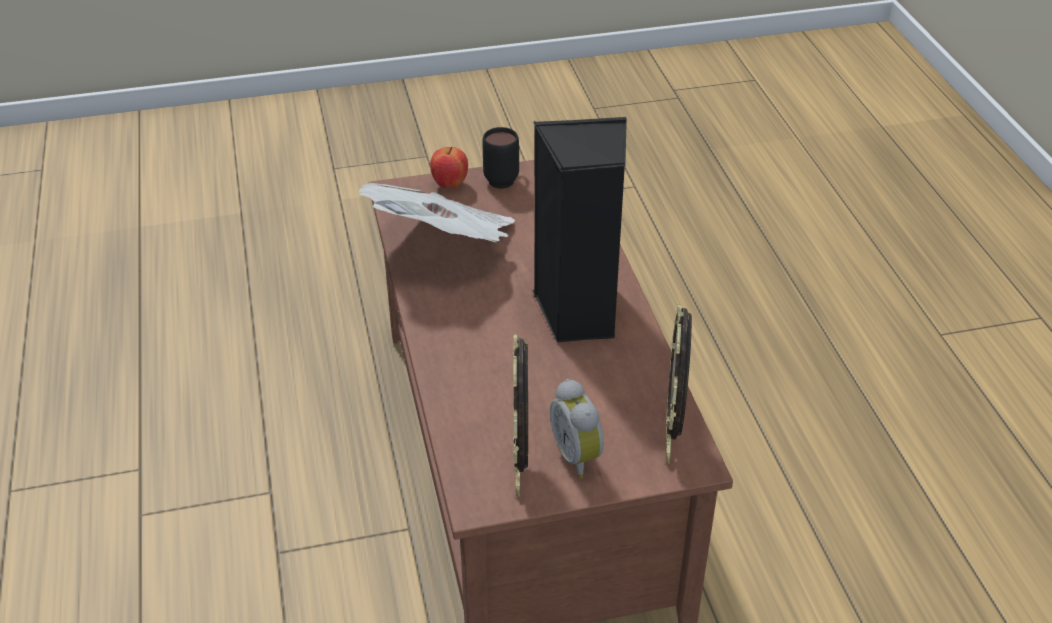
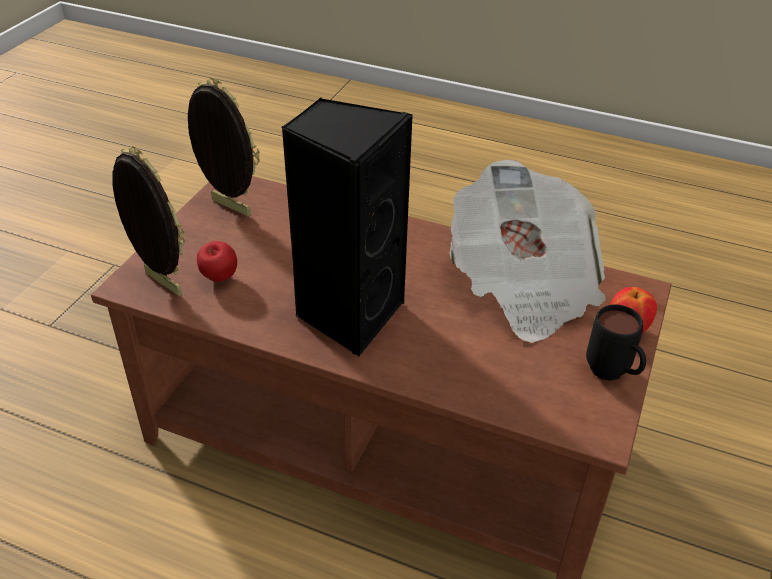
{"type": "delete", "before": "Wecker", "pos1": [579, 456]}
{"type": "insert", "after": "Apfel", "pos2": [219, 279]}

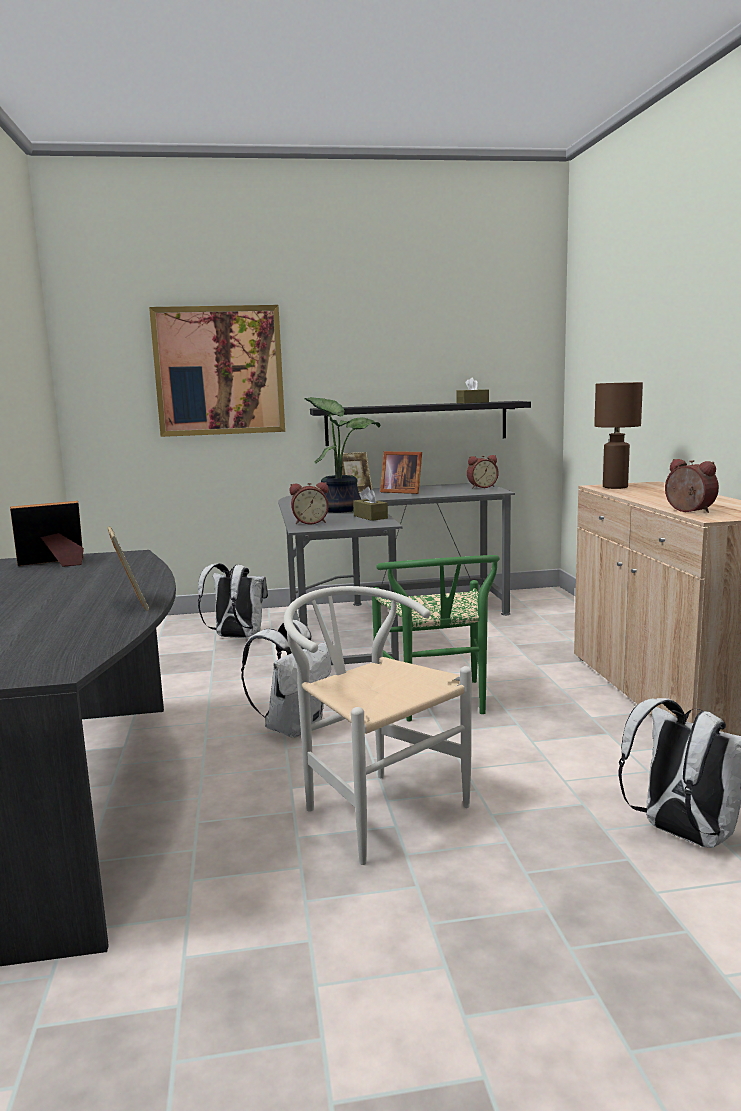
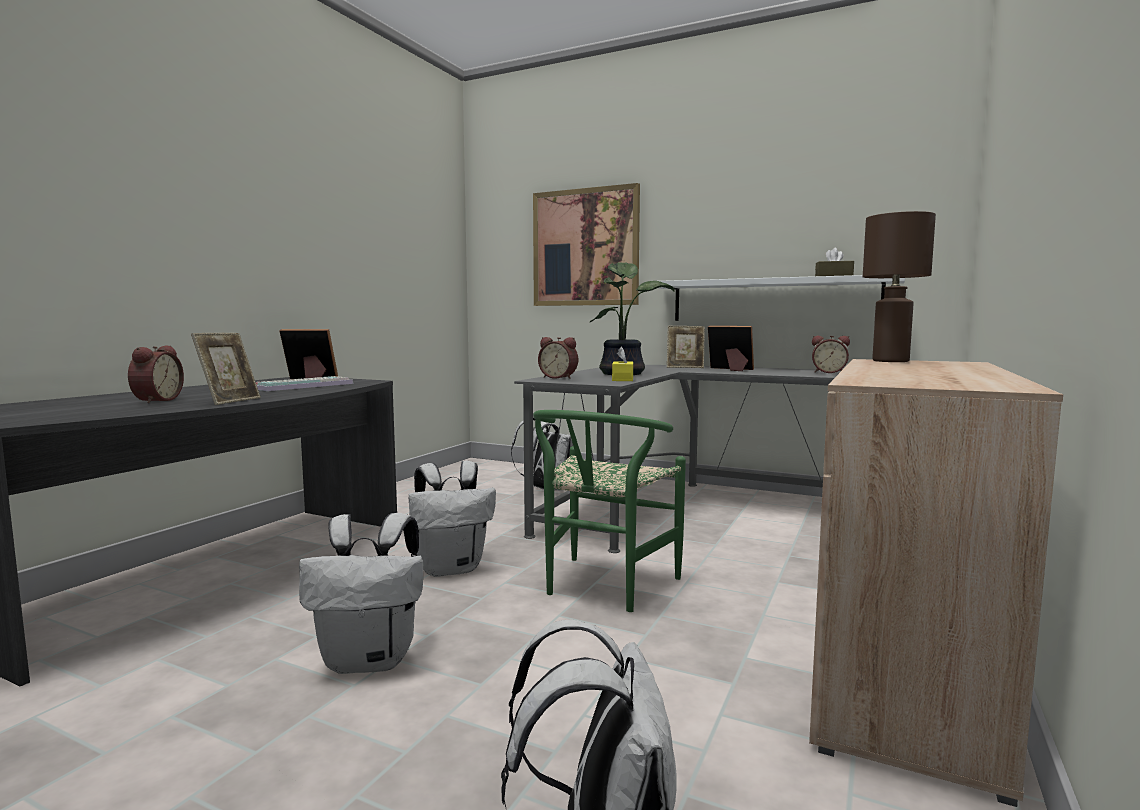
{"type": "insert", "after": "Tastatur", "pos2": [304, 386]}
{"type": "move", "before": "Wecker", "pos1": [688, 511], "pos2": [155, 400]}
{"type": "replace", "before": "Stuhl (weiß)", "after": "Rucksack (weiß)", "pos1": [373, 807], "pos2": [371, 660]}
{"type": "recolor", "before": "Wandregal (schwarz)", "after": "Wandregal (weiß)", "pos1": [416, 423], "pos2": [773, 300]}
{"type": "recolor", "before": "Taschentuchbox (braun)", "after": "Taschentuchbox (gelb)", "pos1": [370, 517], "pos2": [622, 379]}
{"type": "rotate", "before": "Bilderrahmen", "pos1": [401, 492], "pos2": [730, 369], "turn": 150}

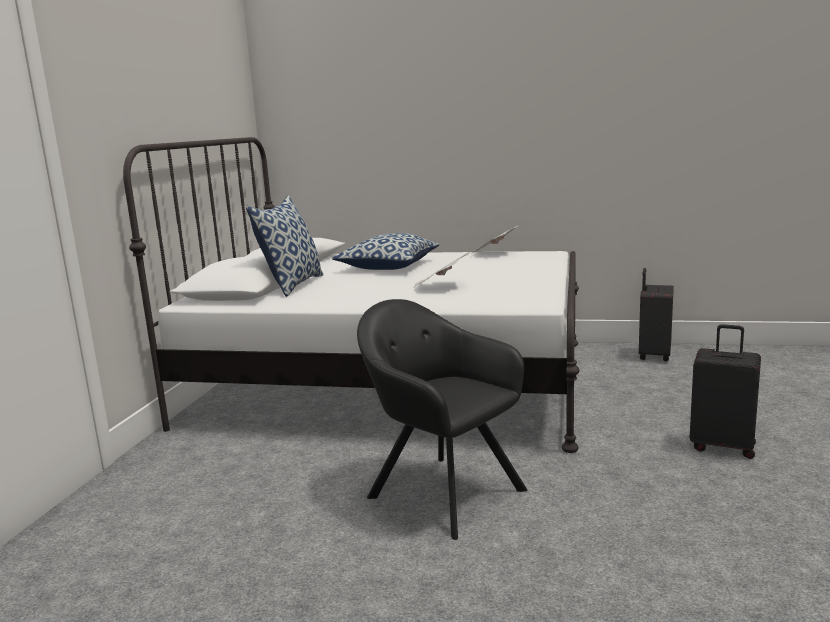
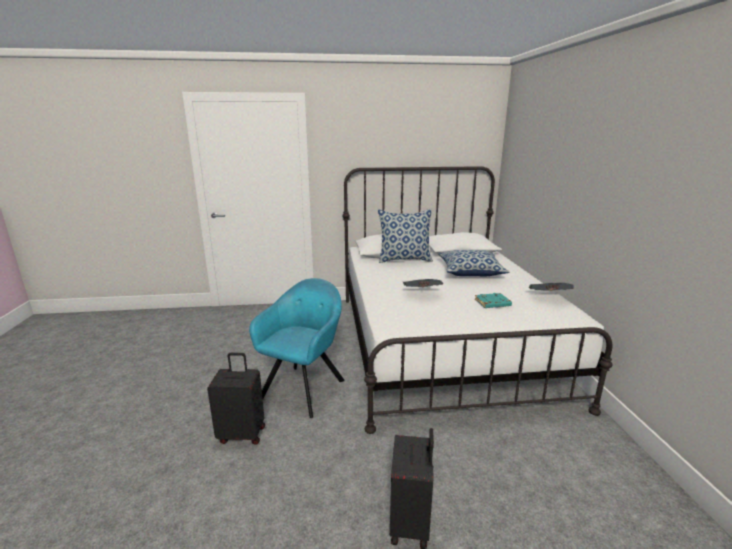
{"type": "insert", "after": "Buch (türkis)", "pos2": [492, 303]}
{"type": "move", "before": "Koffer (schwarz)", "pos1": [653, 355], "pos2": [242, 434]}
{"type": "recolor", "before": "Sessel (schwarz)", "after": "Sessel (türkis)", "pos1": [441, 491], "pos2": [304, 387]}

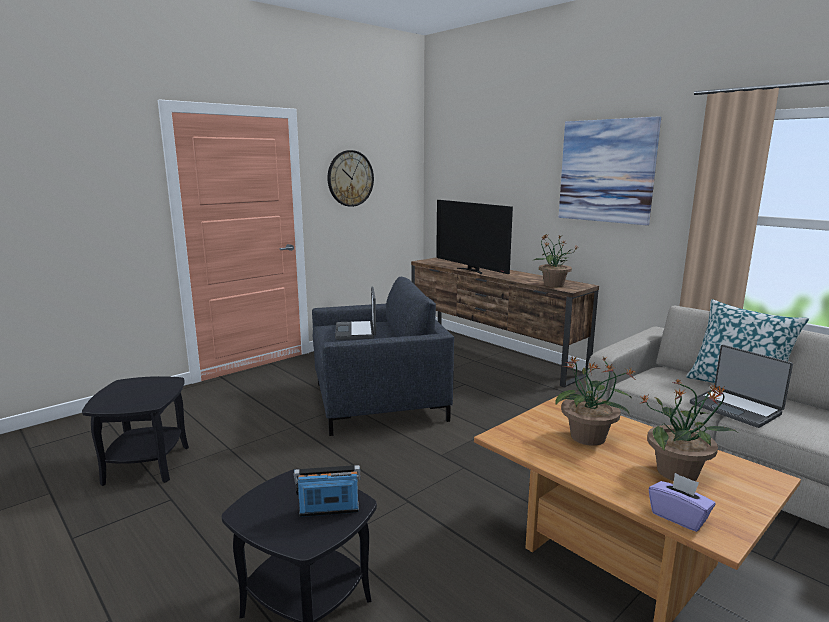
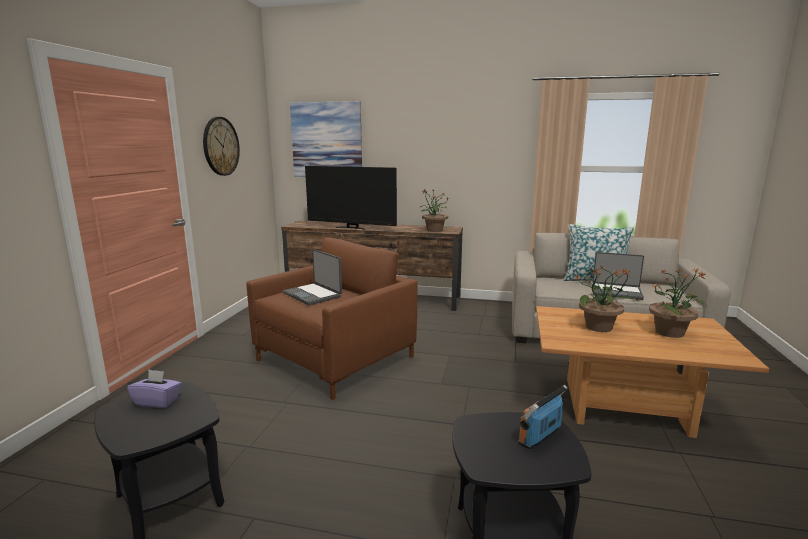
{"type": "move", "before": "Bild", "pos1": [606, 171], "pos2": [326, 140]}
{"type": "move", "before": "Taschentuchbox (lila)", "pos1": [678, 517], "pos2": [157, 401]}
{"type": "recolor", "before": "Sessel (grau)", "after": "Sessel (braun)", "pos1": [379, 402], "pos2": [336, 359]}

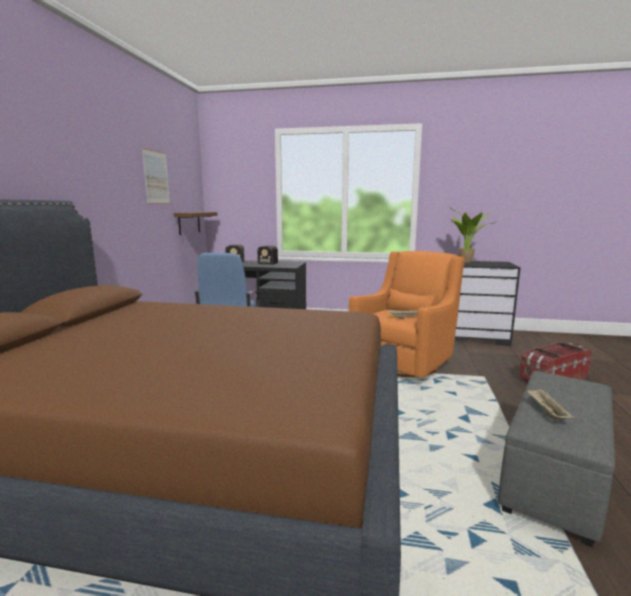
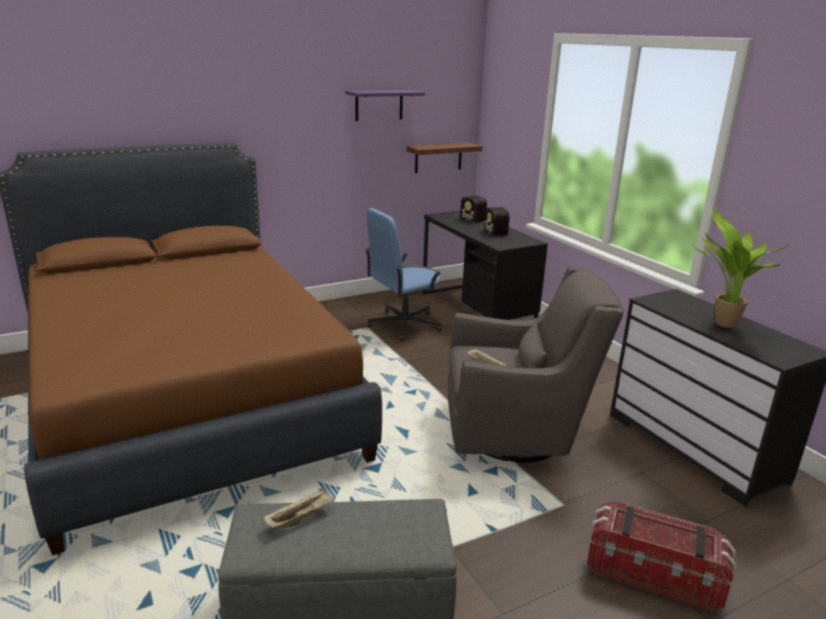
{"type": "replace", "before": "Bild", "after": "Wandregal (lila)", "pos1": [156, 177], "pos2": [379, 105]}
{"type": "recolor", "before": "Sessel (orange)", "after": "Sessel (grau)", "pos1": [405, 363], "pos2": [518, 433]}

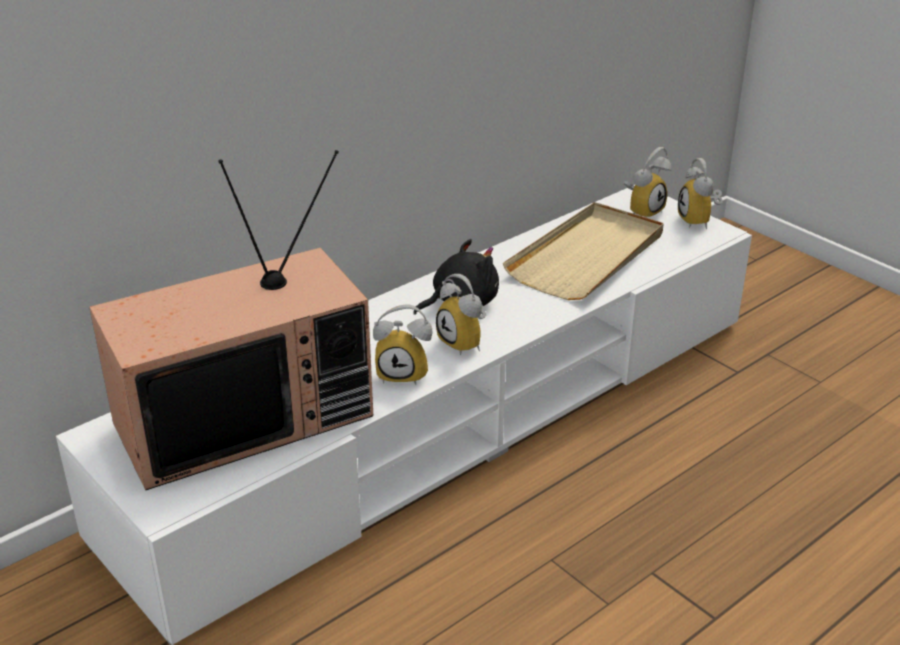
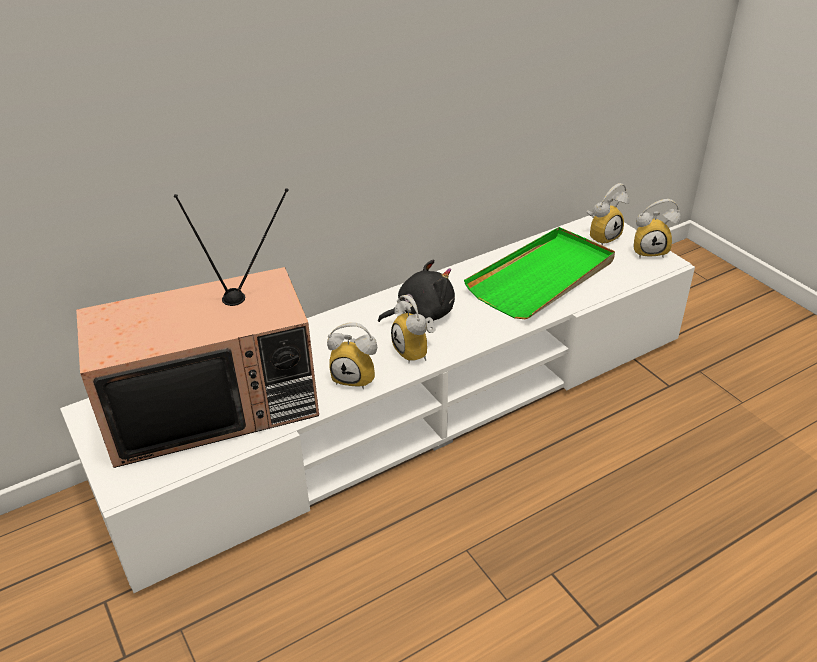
{"type": "recolor", "before": "Tablett (beige)", "after": "Tablett (grün)", "pos1": [588, 256], "pos2": [543, 277]}
{"type": "rotate", "before": "Wecker", "pos1": [699, 221], "pos2": [650, 250], "turn": -90}

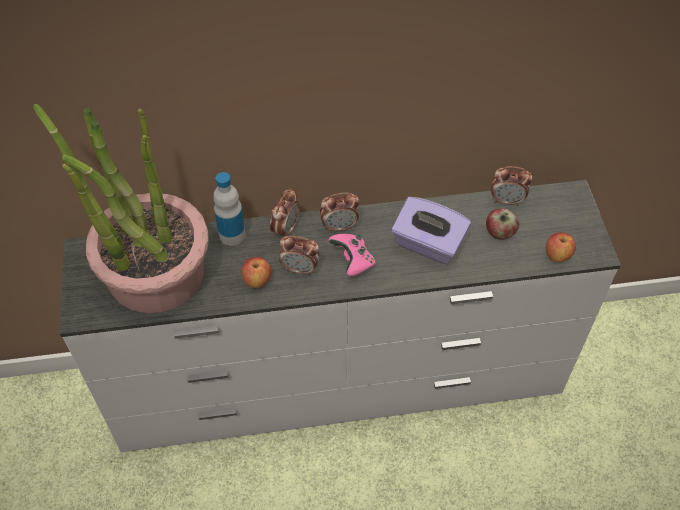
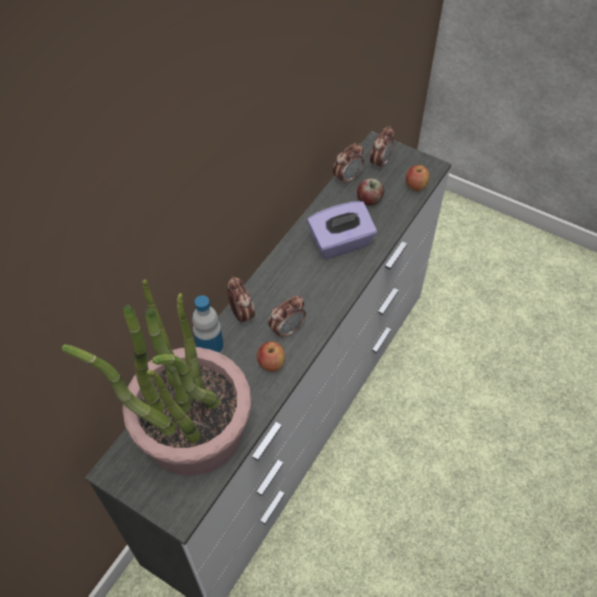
{"type": "delete", "before": "Gamepad (rosa)", "pos1": [353, 261]}
{"type": "move", "before": "Wecker", "pos1": [339, 226], "pos2": [380, 163]}

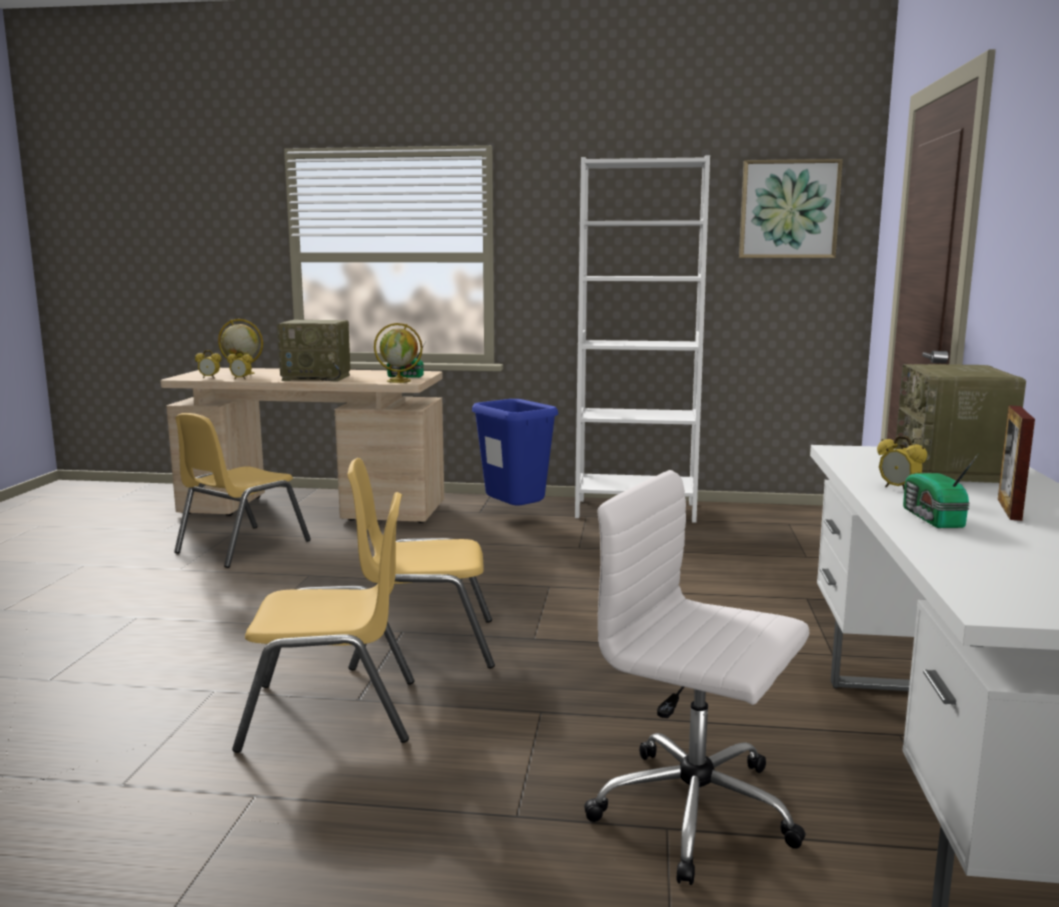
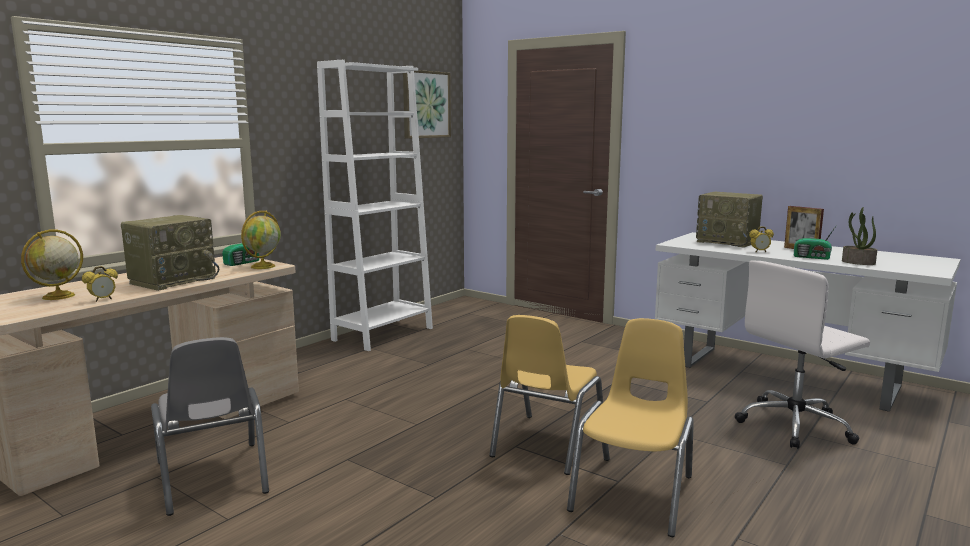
{"type": "delete", "before": "Wecker", "pos1": [209, 378]}
{"type": "delete", "before": "Mülleimer (blau)", "pos1": [515, 517]}
{"type": "insert", "after": "Topfpflanze", "pos2": [857, 262]}
{"type": "recolor", "before": "Stuhl (gelb)", "after": "Stuhl (grau)", "pos1": [242, 547], "pos2": [212, 478]}

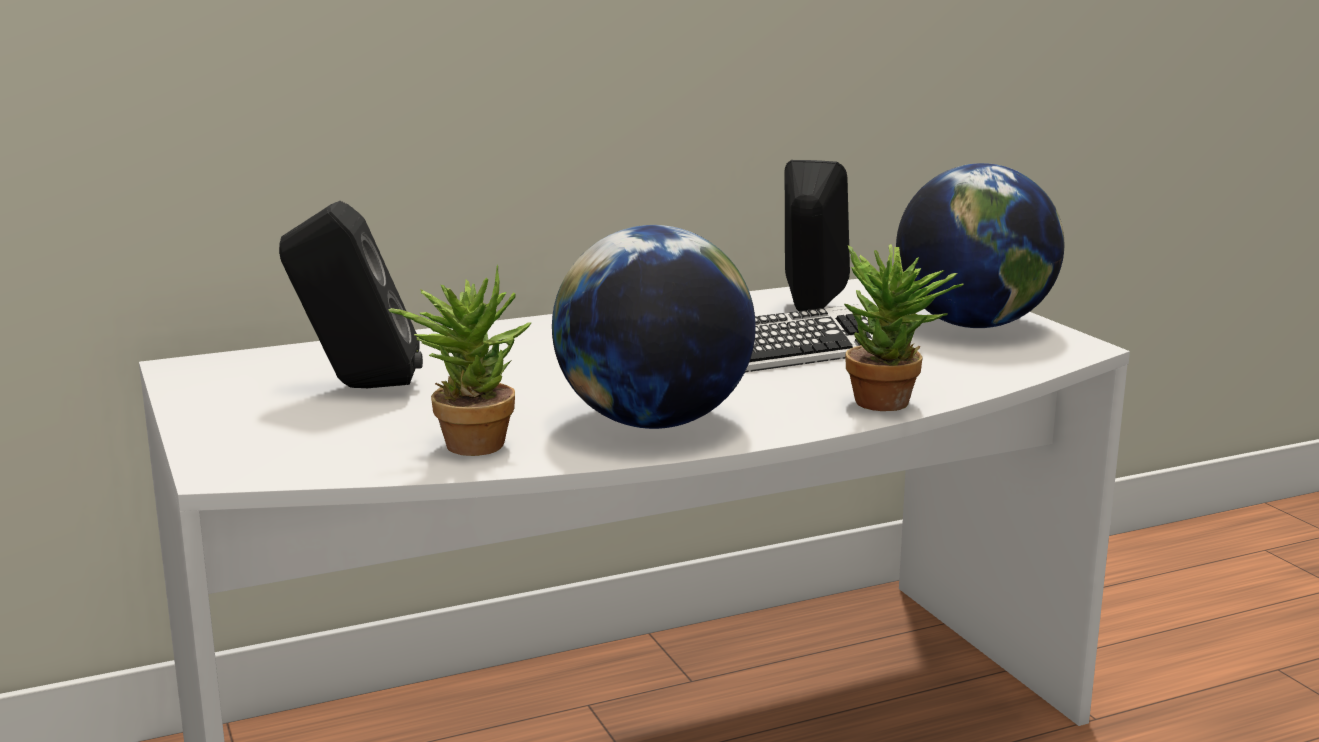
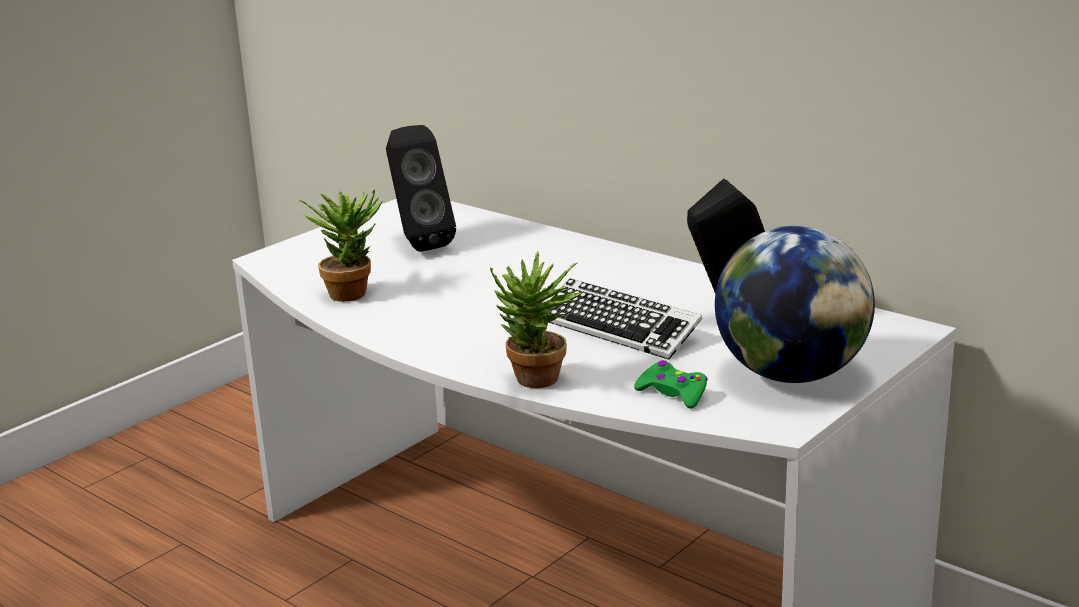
{"type": "delete", "before": "Globus", "pos1": [653, 422]}
{"type": "insert", "after": "Gamepad (grün)", "pos2": [673, 393]}

